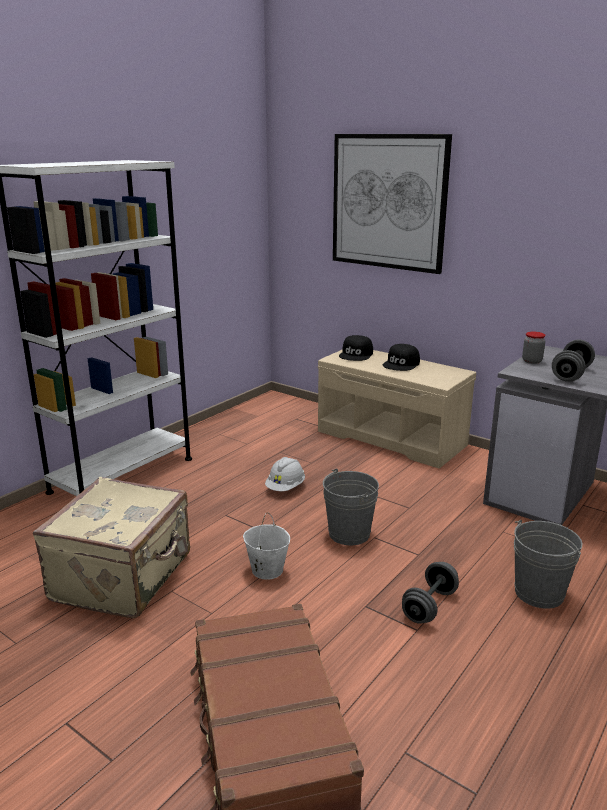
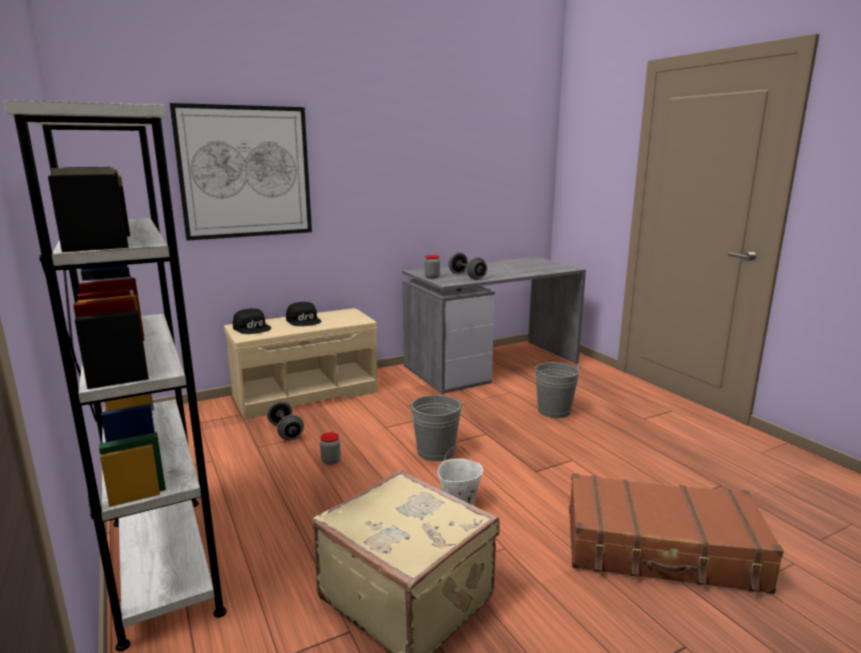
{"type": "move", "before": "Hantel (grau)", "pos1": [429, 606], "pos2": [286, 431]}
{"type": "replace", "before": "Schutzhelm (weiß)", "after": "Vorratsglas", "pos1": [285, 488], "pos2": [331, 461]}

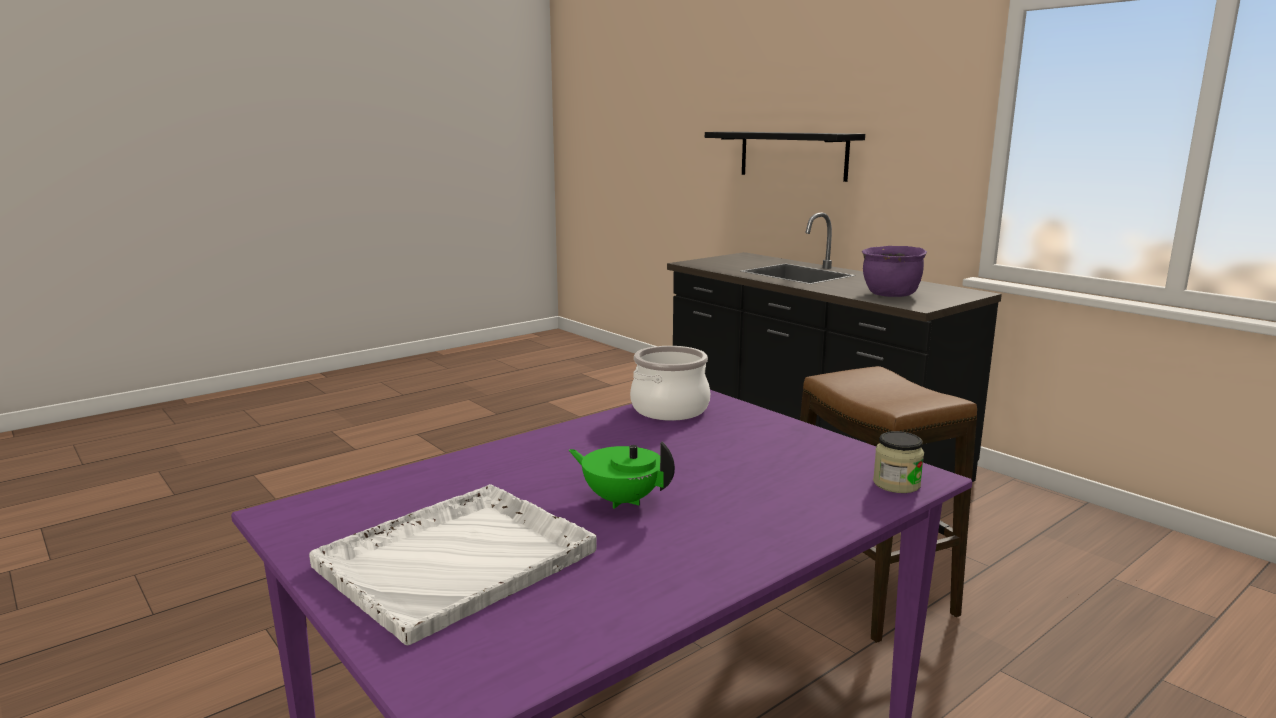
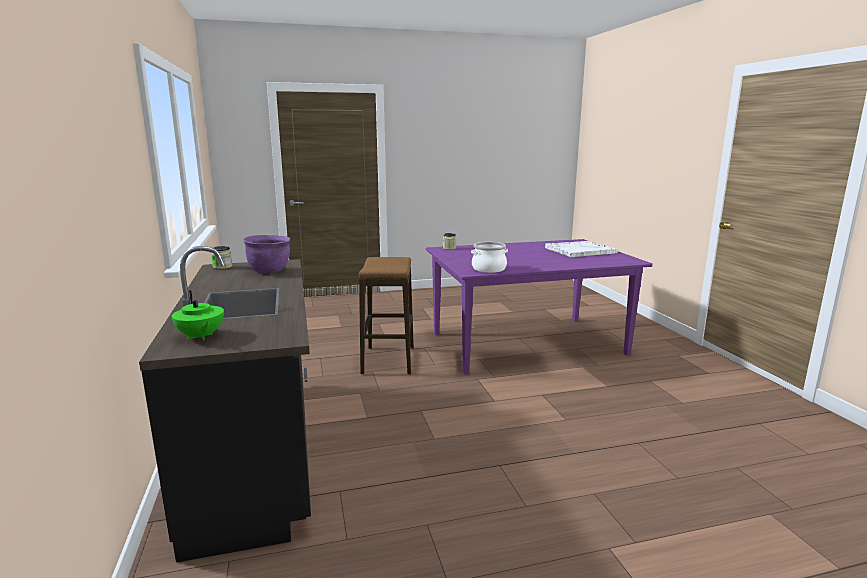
{"type": "delete", "before": "Wandregal (schwarz)", "pos1": [793, 155]}
{"type": "insert", "after": "Vorratsglas", "pos2": [222, 267]}
{"type": "move", "before": "Teekanne (grün)", "pos1": [621, 500], "pos2": [200, 336]}

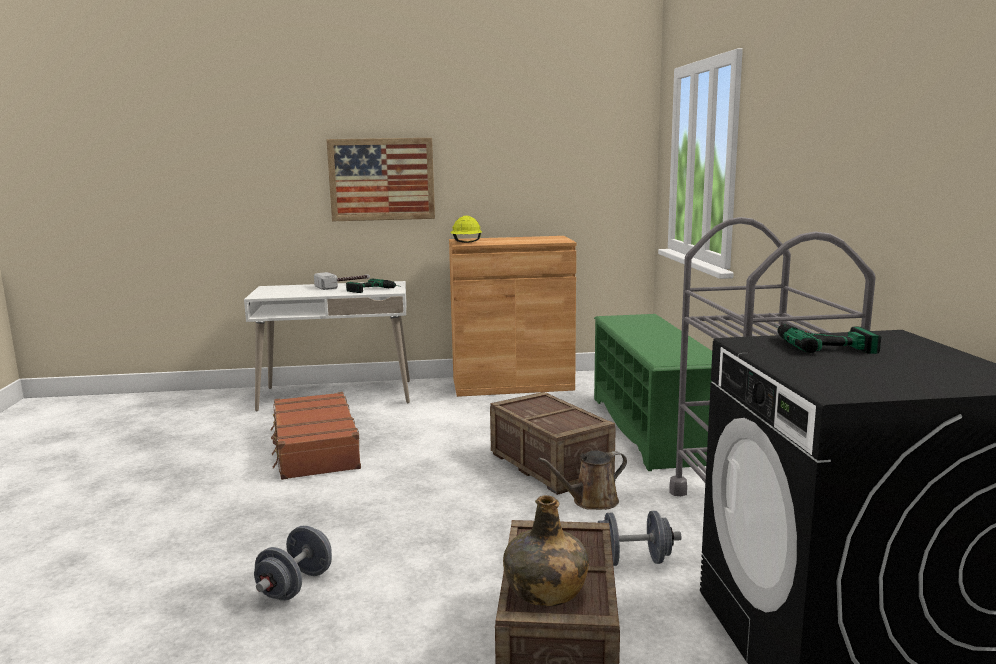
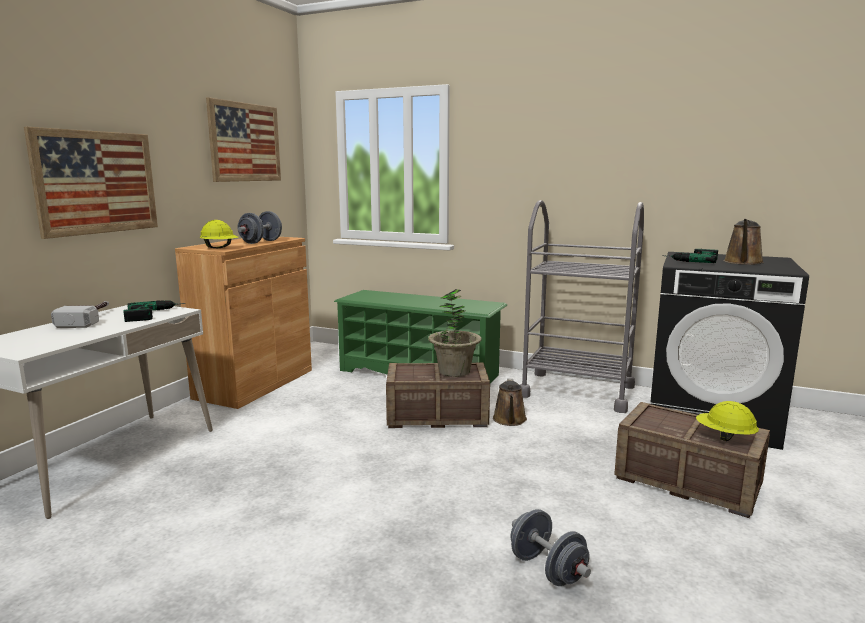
{"type": "delete", "before": "Koffer (braun)", "pos1": [315, 449]}
{"type": "insert", "after": "Bild", "pos2": [245, 142]}
{"type": "insert", "after": "Topfpflanze", "pos2": [454, 371]}
{"type": "insert", "after": "Gießkanne (braun)", "pos2": [743, 262]}
{"type": "move", "before": "Hantel (grau)", "pos1": [632, 561], "pos2": [261, 242]}
{"type": "replace", "before": "Flasche (grün)", "after": "Schutzhelm (gelb)", "pos1": [545, 590], "pos2": [724, 437]}

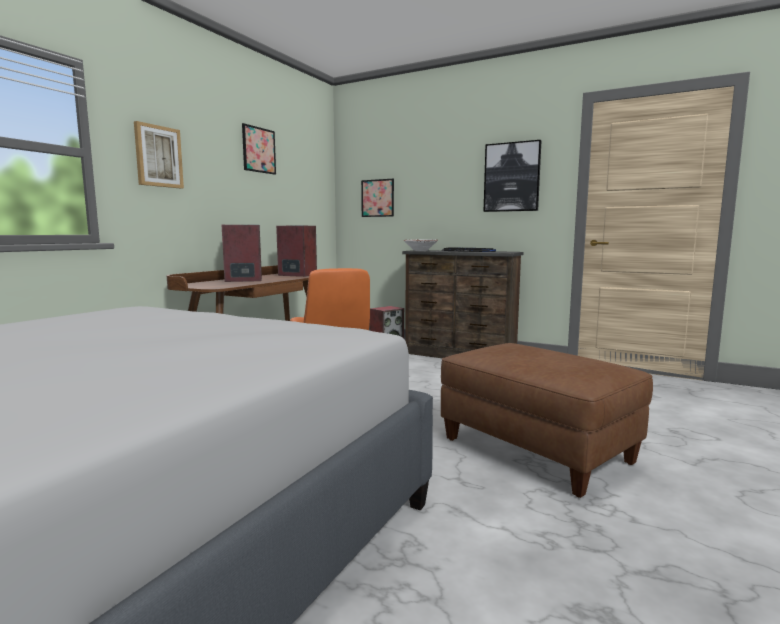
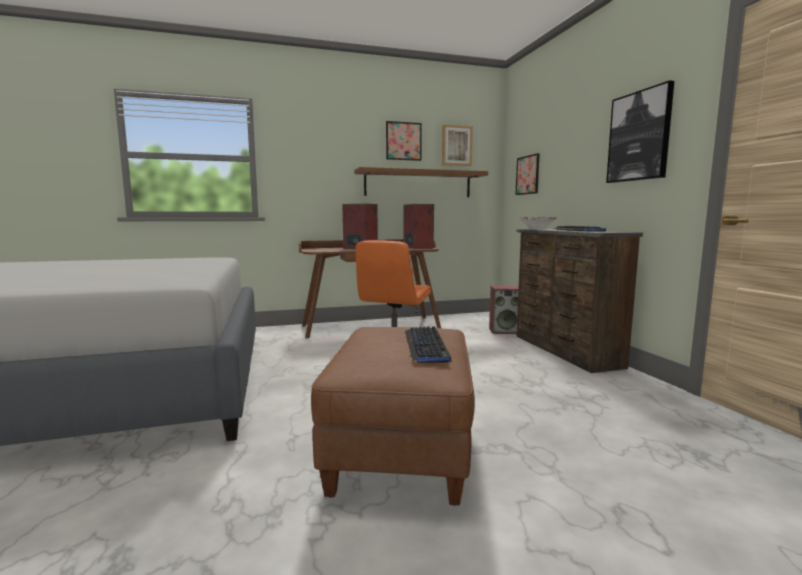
{"type": "insert", "after": "Wandregal (braun)", "pos2": [418, 184]}
{"type": "insert", "after": "Tastatur", "pos2": [426, 345]}
{"type": "move", "before": "Bild", "pos1": [158, 156], "pos2": [456, 146]}

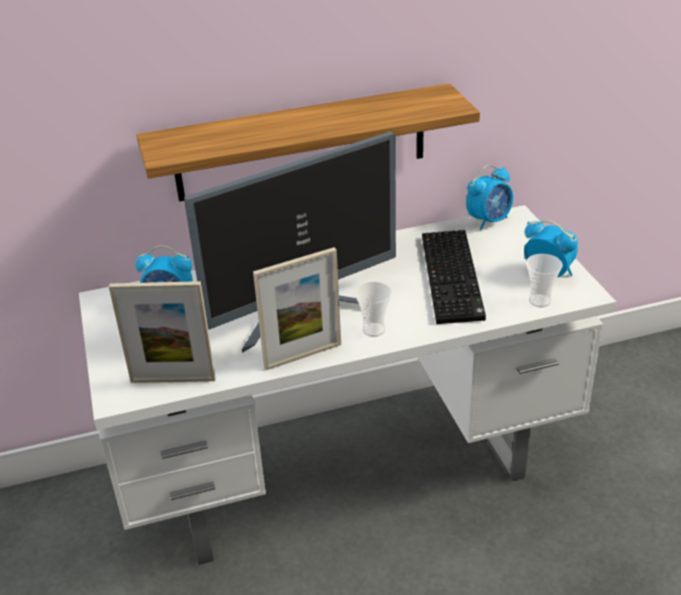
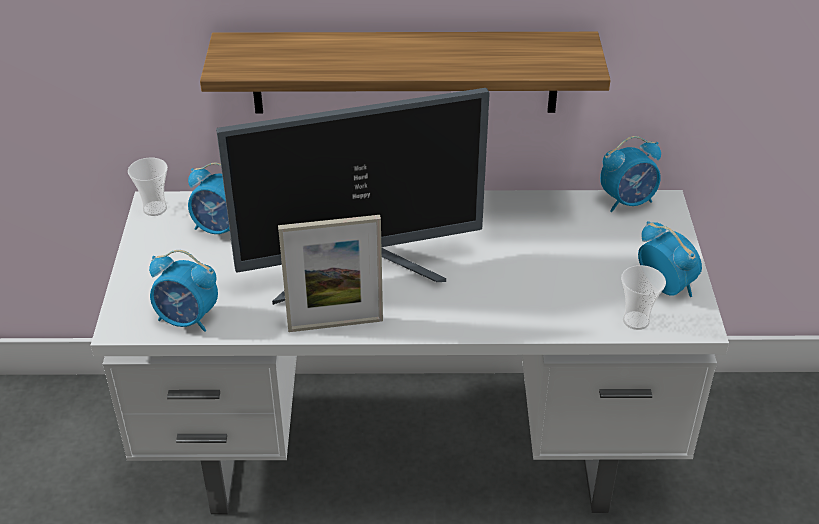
{"type": "delete", "before": "Tastatur", "pos1": [454, 278]}
{"type": "move", "before": "Tasse", "pos1": [374, 330], "pos2": [155, 208]}
{"type": "replace", "before": "Bilderrahmen", "after": "Wecker", "pos1": [173, 380], "pos2": [187, 319]}

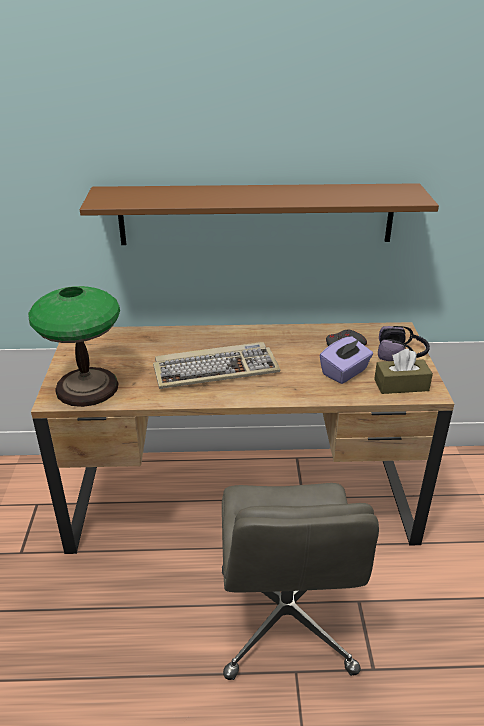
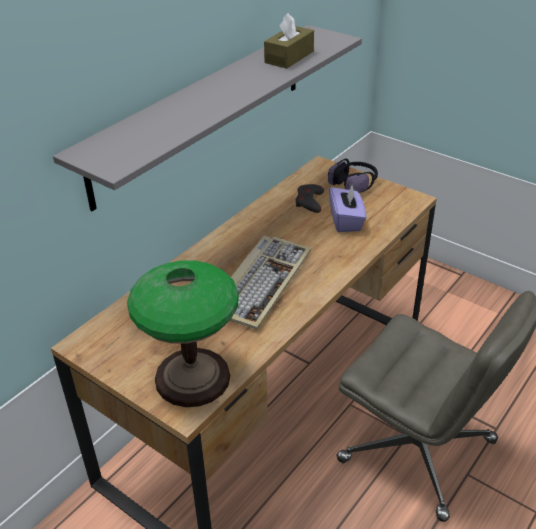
{"type": "move", "before": "Taschentuchbox (braun)", "pos1": [401, 385], "pos2": [289, 57]}
{"type": "recolor", "before": "Wandregal (braun)", "after": "Wandregal (grau)", "pos1": [256, 214], "pos2": [202, 111]}

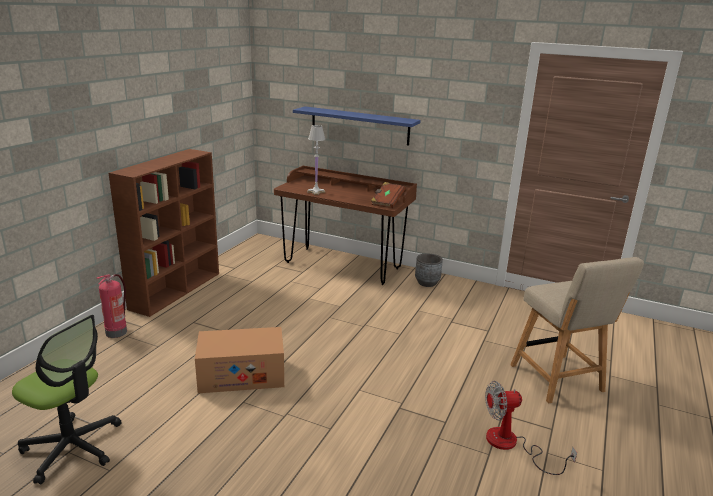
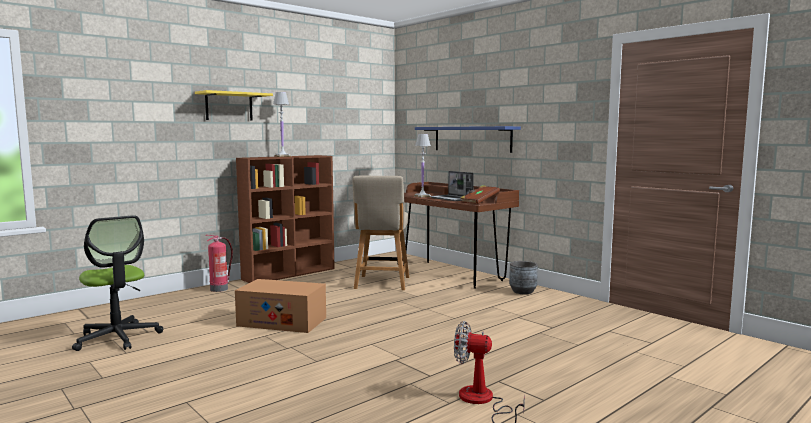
{"type": "insert", "after": "Wandregal (gelb)", "pos2": [229, 106]}
{"type": "insert", "after": "Tischlampe (weiß)", "pos2": [283, 156]}
{"type": "insert", "after": "Laptop", "pos2": [452, 199]}
{"type": "move", "before": "Stuhl (beige)", "pos1": [559, 380], "pos2": [382, 283]}

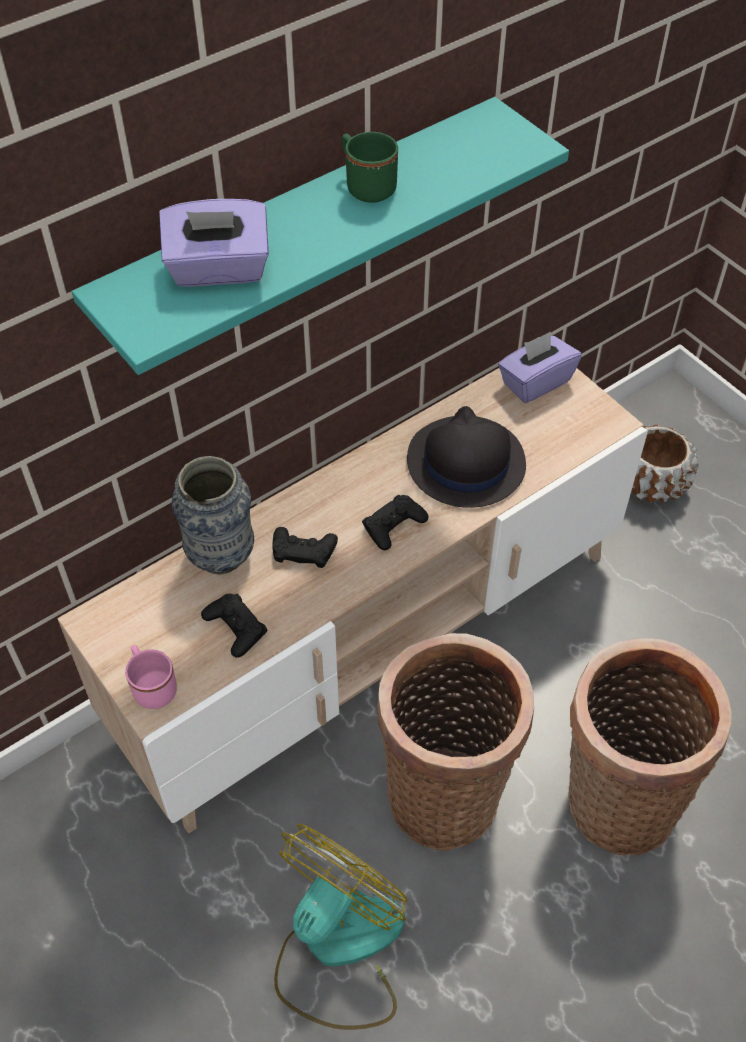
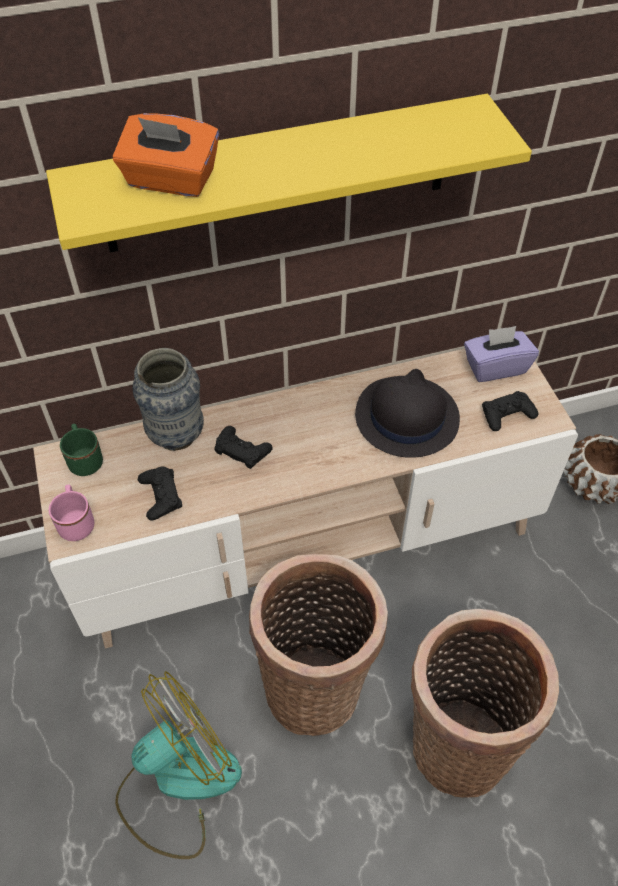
{"type": "move", "before": "Henkelbecher (grün)", "pos1": [366, 185], "pos2": [85, 459]}
{"type": "move", "before": "Gamepad (schwarz)", "pos1": [394, 525], "pos2": [507, 414]}
{"type": "recolor", "before": "Wandregal (türkis)", "after": "Wandregal (gelb)", "pos1": [302, 233], "pos2": [278, 175]}
{"type": "recolor", "before": "Taschentuchbox (lila)", "after": "Taschentuchbox (orange)", "pos1": [218, 270], "pos2": [170, 180]}

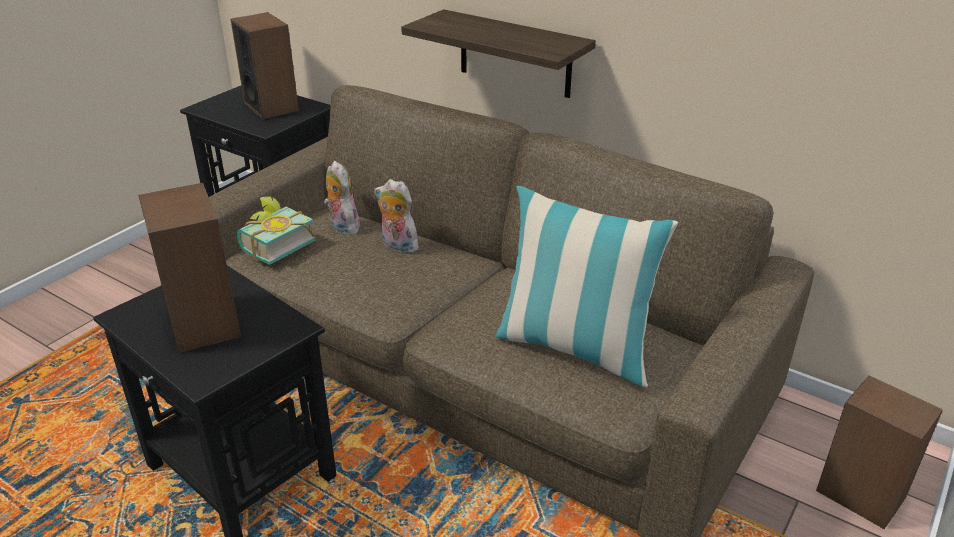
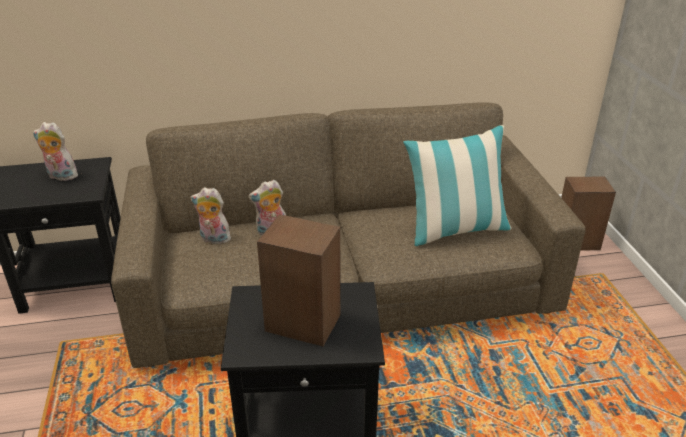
{"type": "delete", "before": "Buch", "pos1": [274, 245]}
{"type": "delete", "before": "Wandregal", "pos1": [515, 54]}
{"type": "replace", "before": "Lautsprecher", "after": "Plüschtier", "pos1": [271, 107], "pos2": [60, 176]}

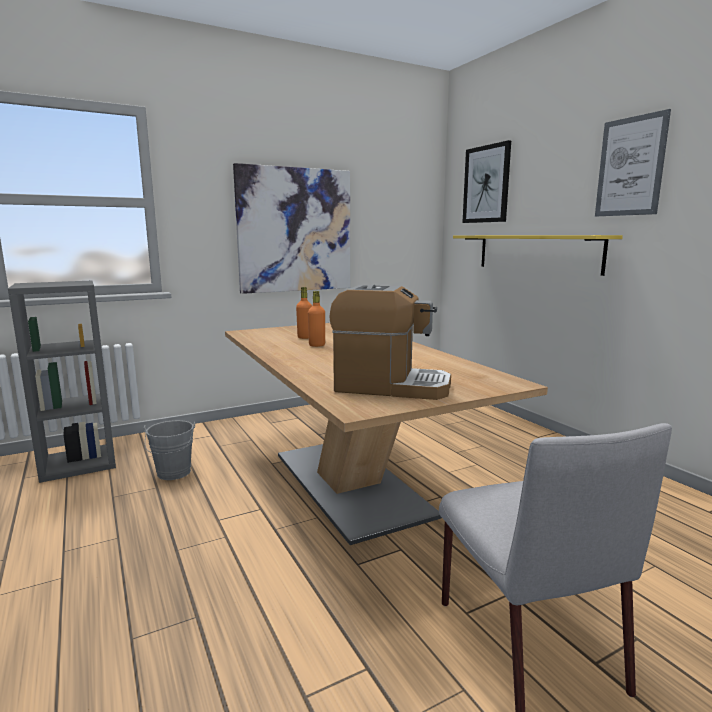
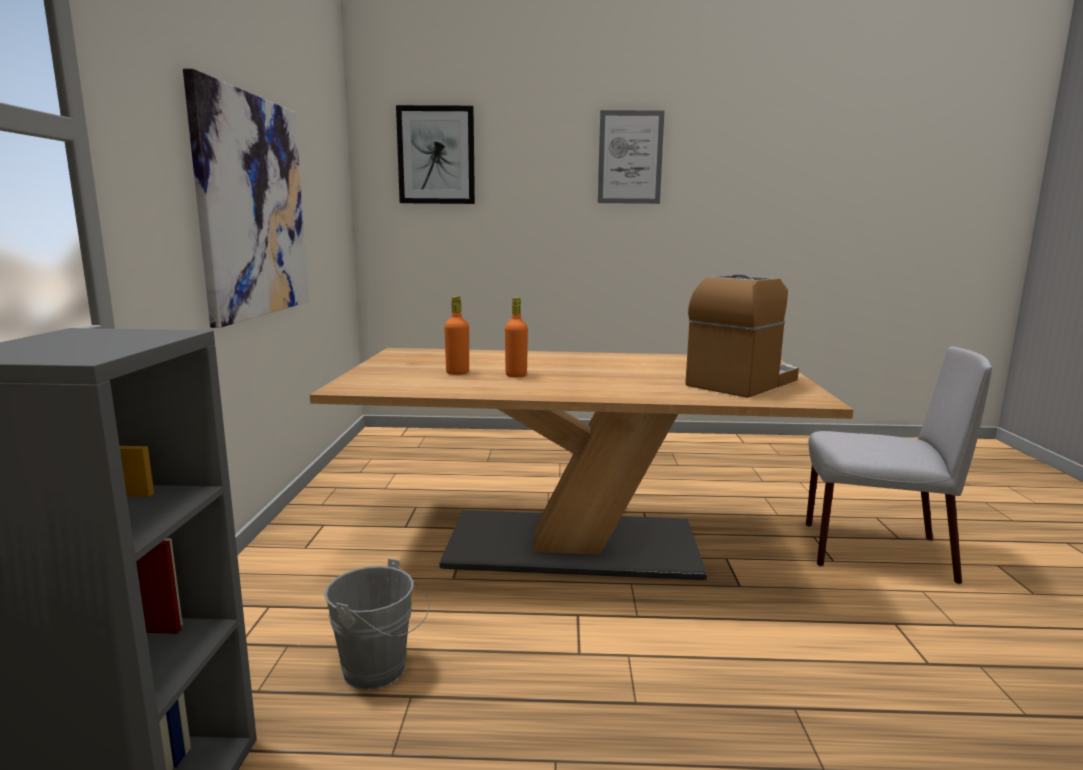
{"type": "delete", "before": "Wandregal (gelb)", "pos1": [536, 253]}

